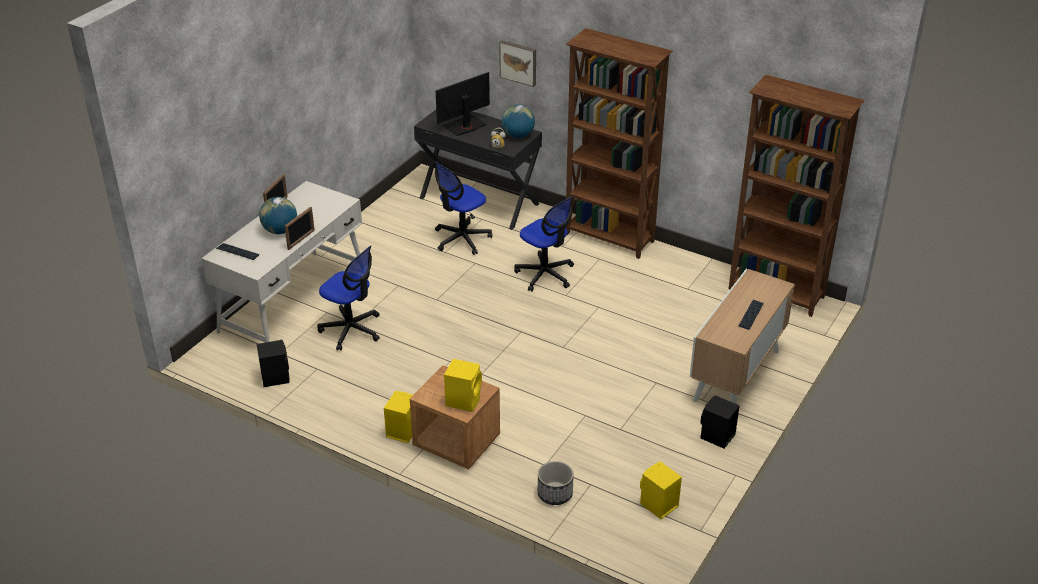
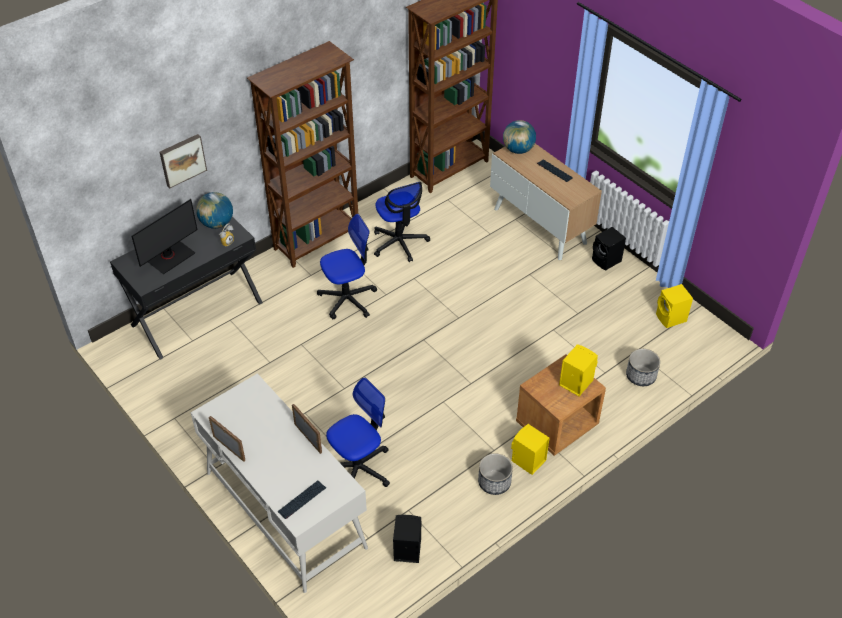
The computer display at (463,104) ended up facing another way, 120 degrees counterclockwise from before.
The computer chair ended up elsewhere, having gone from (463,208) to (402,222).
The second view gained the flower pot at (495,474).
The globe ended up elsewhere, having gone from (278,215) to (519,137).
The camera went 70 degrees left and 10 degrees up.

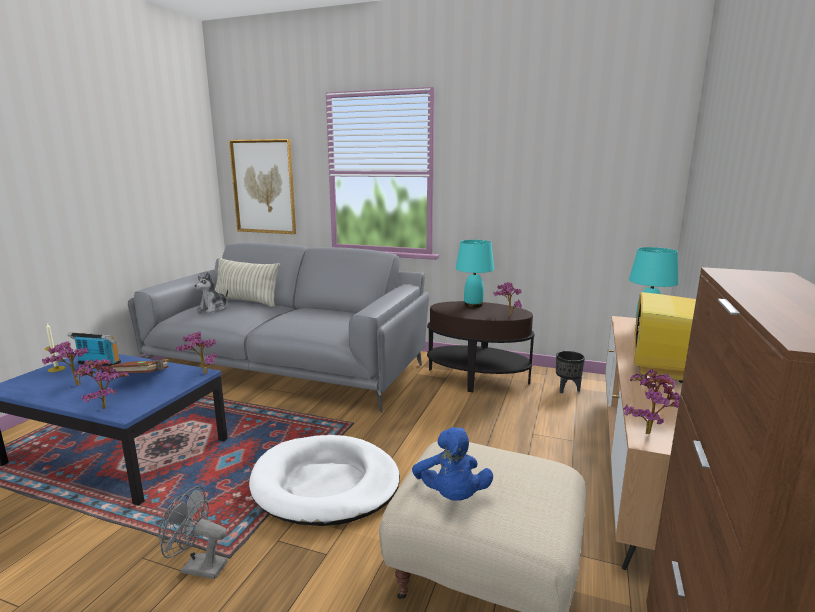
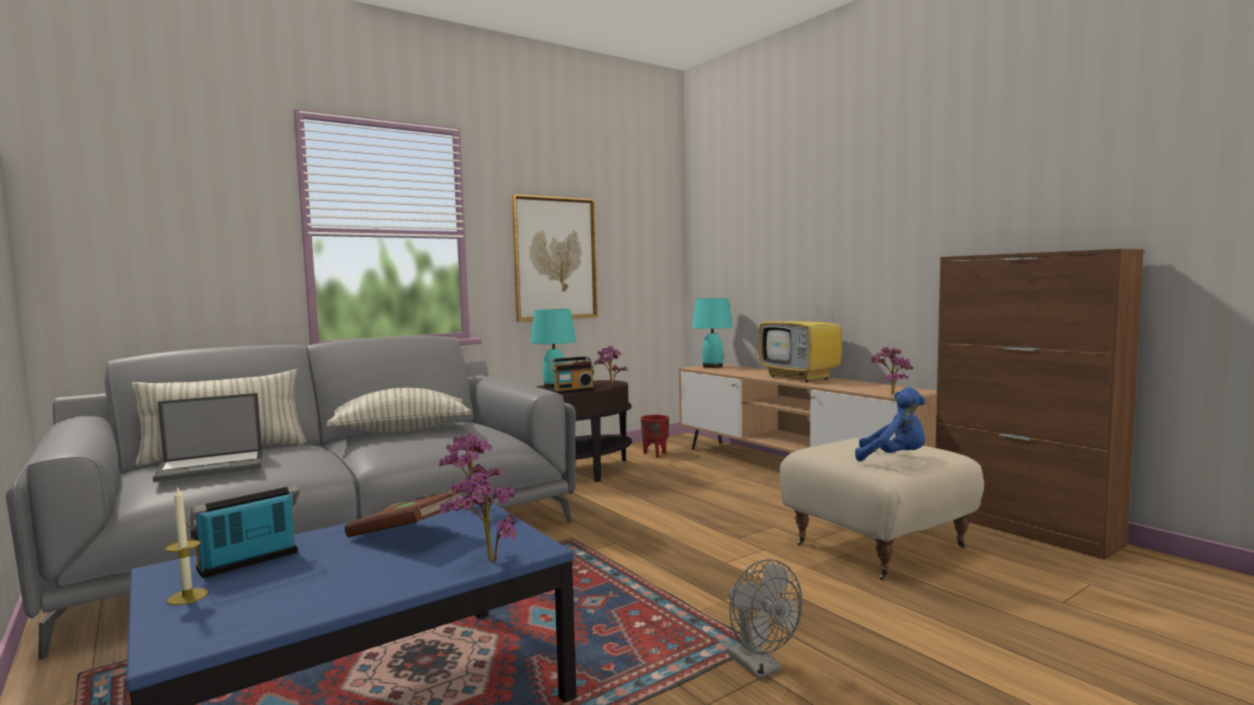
Where the plush toy stood at (211,292), the laptop came to stand at (207,437).
The second view gained the cushion at (399,410).
The wall art ended up elsewhere, having gone from (262,186) to (555,258).
The second view gained the radio receiver at (571,375).
What was the black-coloured flower pot at (570,372) turned into the reddish flower pot at (655,436).
The gray fan at (193,532) ended up facing another way, 75 degrees counterclockwise from before.
The second view lost the plant in a pot at (65,363).
The second view lost the white dog cushion at (324,480).
The camera went 55 degrees left and 10 degrees down.

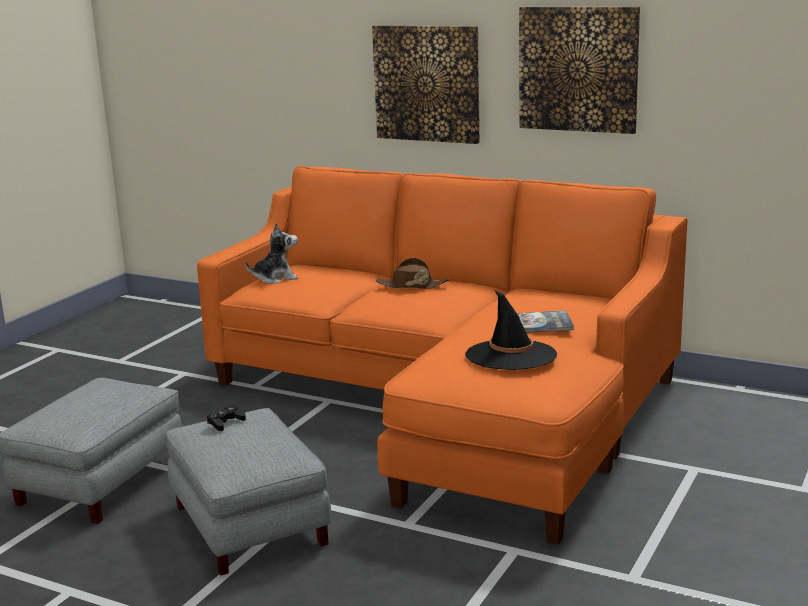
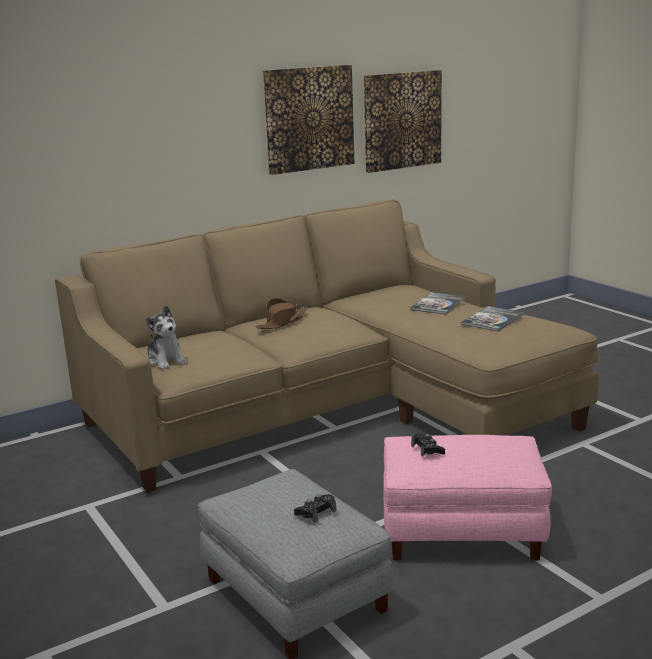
What was the orangey settee at (442,355) turned into the beige-coloured settee at (327,346).
The plush toy at (271,253) ended up facing another way, 135 degrees clockwise from before.
The second view gained the black-coloured gamepad at (315,508).
The wall art ended up elsewhere, having gone from (426,84) to (402,121).
What was the gray pouffe at (248,491) turned into the pink-coloured pouffe at (467,497).
Where the black-coloured clothing hat stood at (511,330), the bound book came to stand at (492,318).
The camera went 60 degrees left and 0 degrees up.

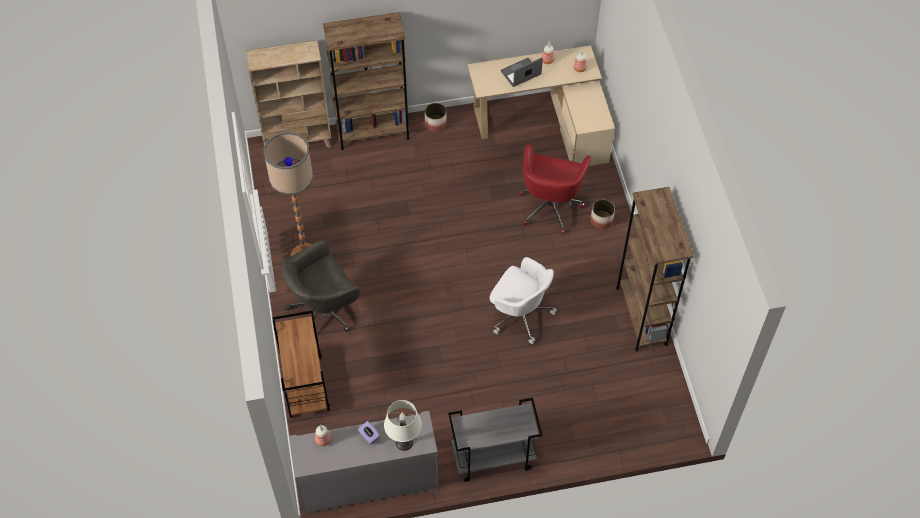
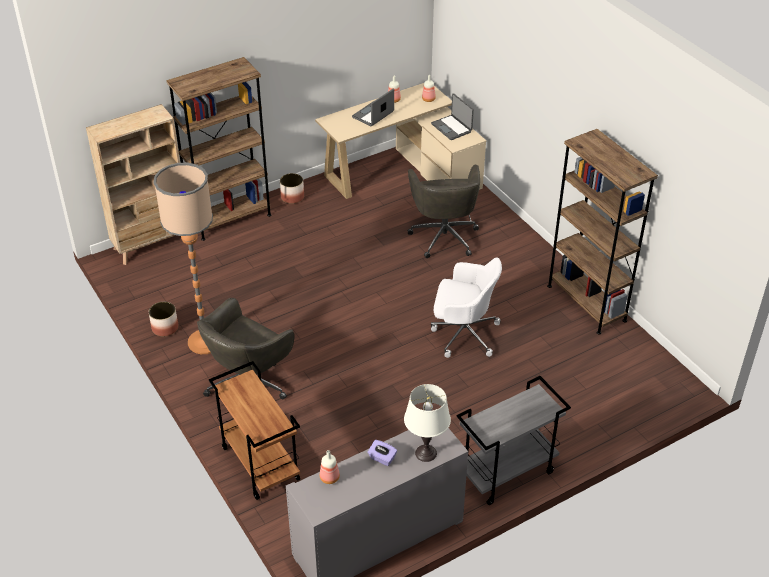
The flower pot ended up elsewhere, having gone from (602,214) to (163,319).
What was the reddish computer chair at (555,189) turned into the gray computer chair at (444,211).
The second view gained the laptop at (452,116).
The camera went 20 degrees left and 15 degrees down.

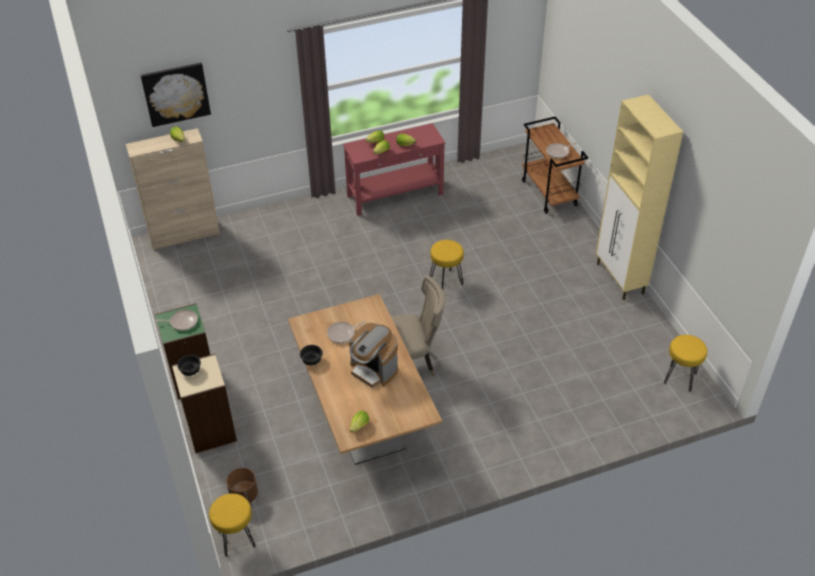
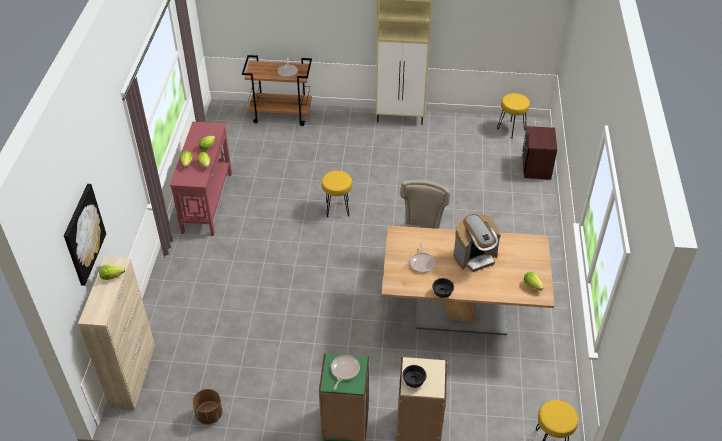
The brownish flower pot ended up elsewhere, having gone from (242,485) to (207,406).
The second view gained the brownish night table at (539,153).
The camera went 65 degrees left and 0 degrees up.

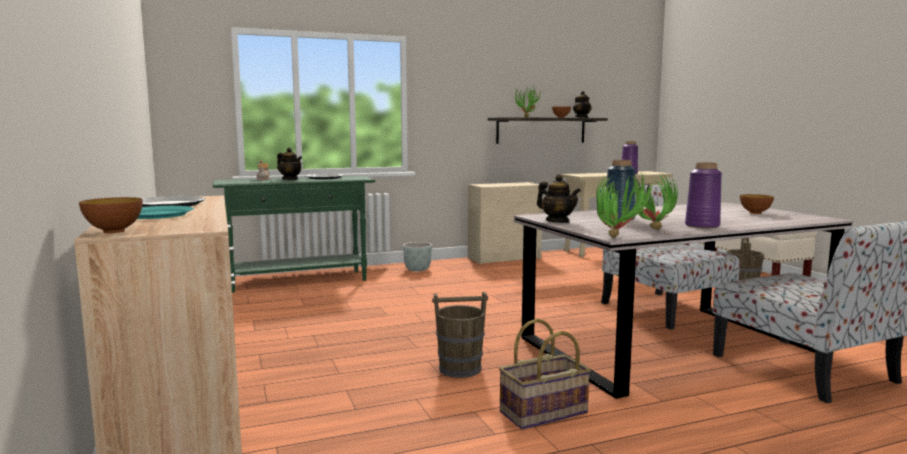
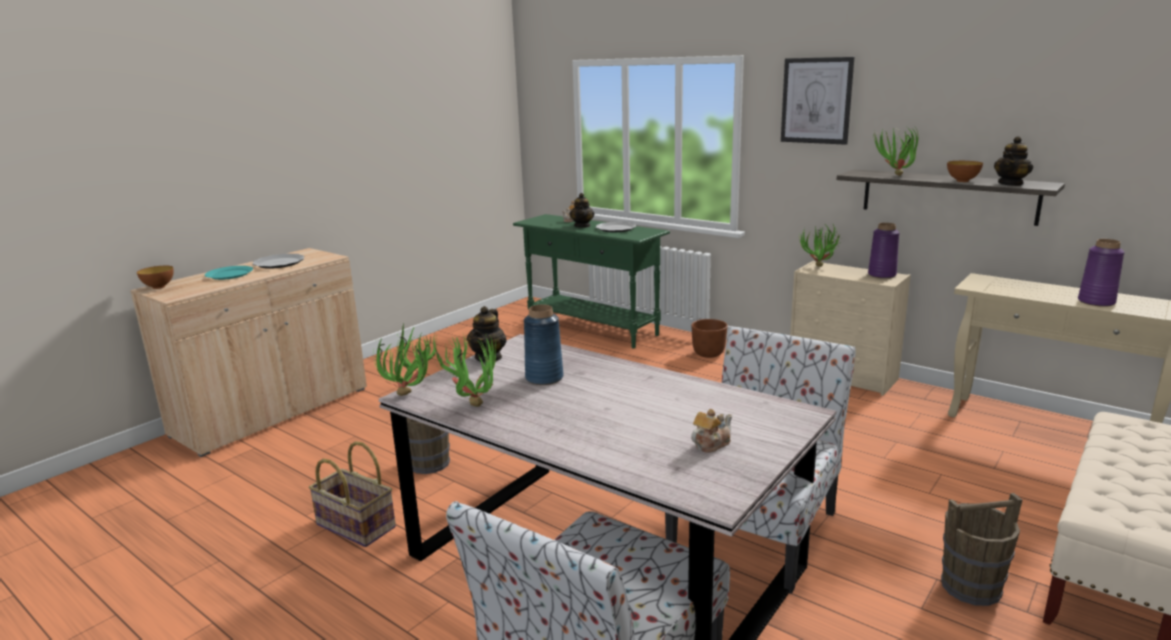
What was the gray flower pot at (417,257) turned into the brownish flower pot at (709,338).
Where the serving bowl stood at (757,204), the tea pot came to stand at (711,431).
The second view gained the wall art at (817,101).
The second view gained the plant in a pot at (819,246).
The purple-coloured flower vase ended up elsewhere, having gone from (703,195) to (883,250).
The camera went 60 degrees right and 10 degrees up.

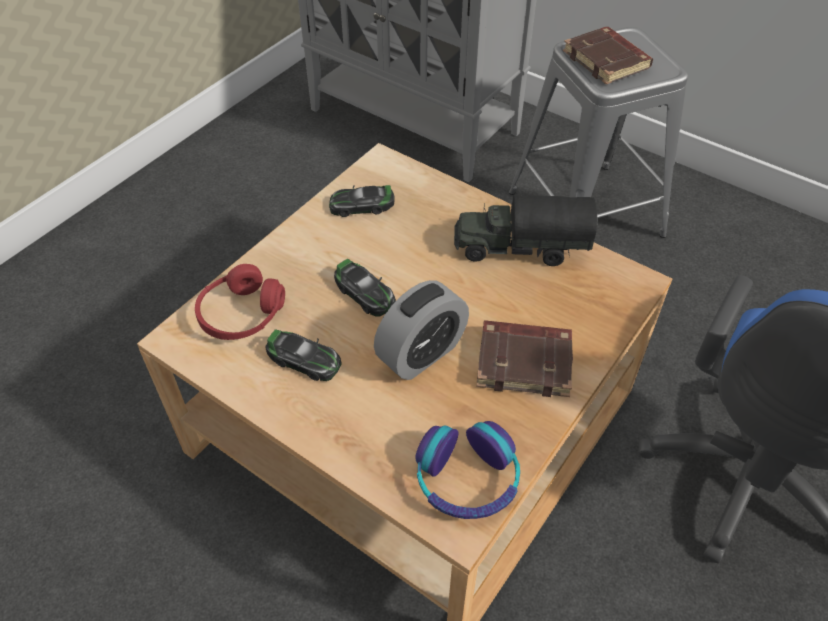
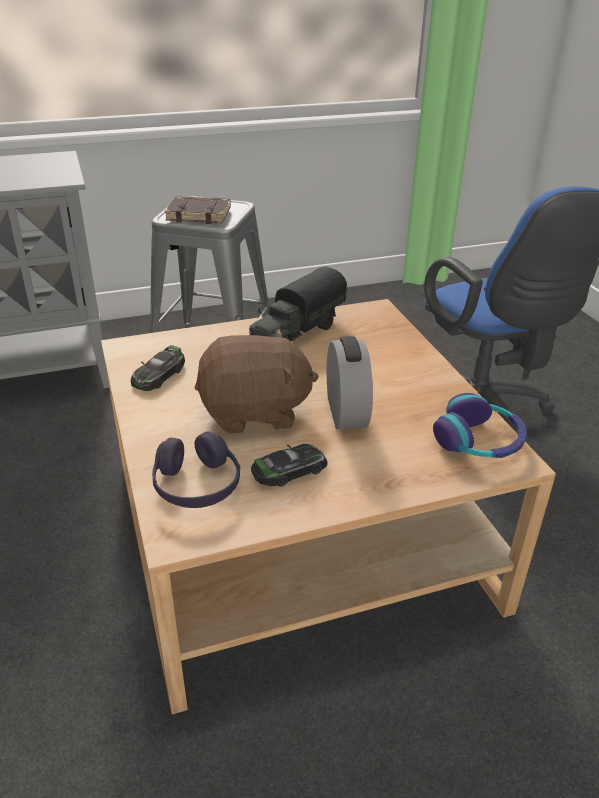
What was the reddish headphones at (240,302) turned into the purple-coloured headphones at (196,469).
Where the toy car stood at (365,288), the brownish plush toy came to stand at (257,381).
The second view lost the brownish bound book at (524,358).
The camera went 55 degrees left and 15 degrees down.

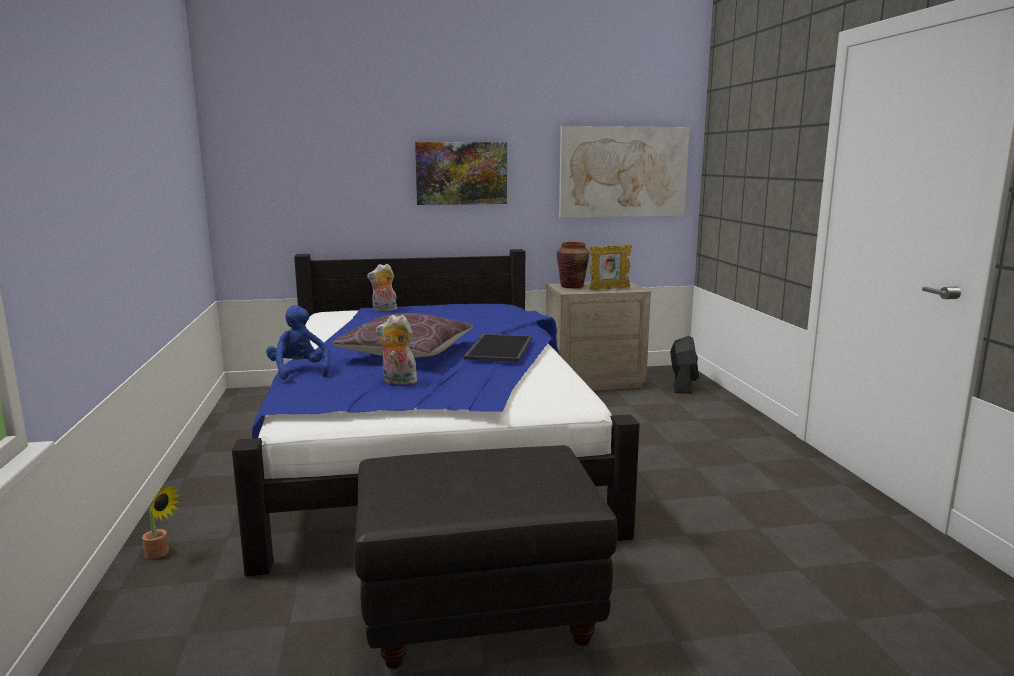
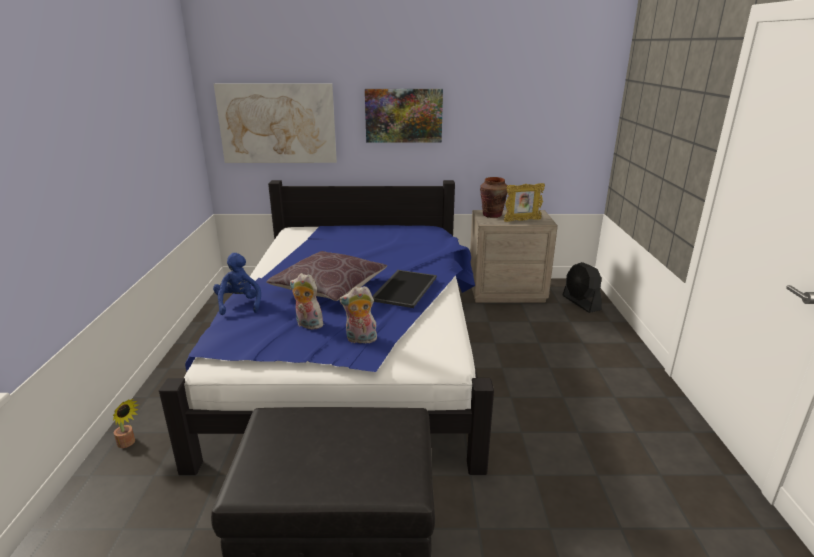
The wall art ended up elsewhere, having gone from (624,172) to (275,123).
The plush toy ended up elsewhere, having gone from (382,287) to (358,315).
The black-coloured fan at (684,365) ended up facing another way, 135 degrees clockwise from before.
The camera went 10 degrees right and 10 degrees up.

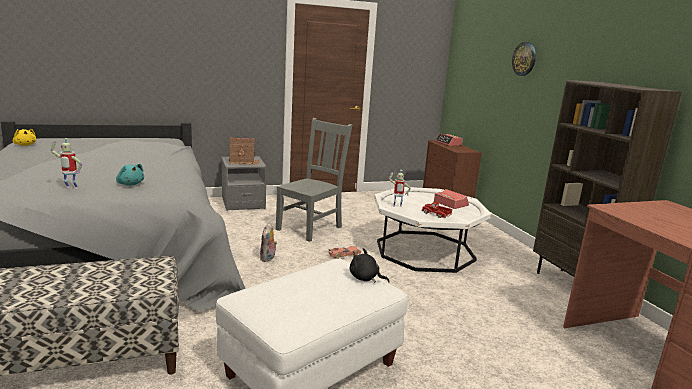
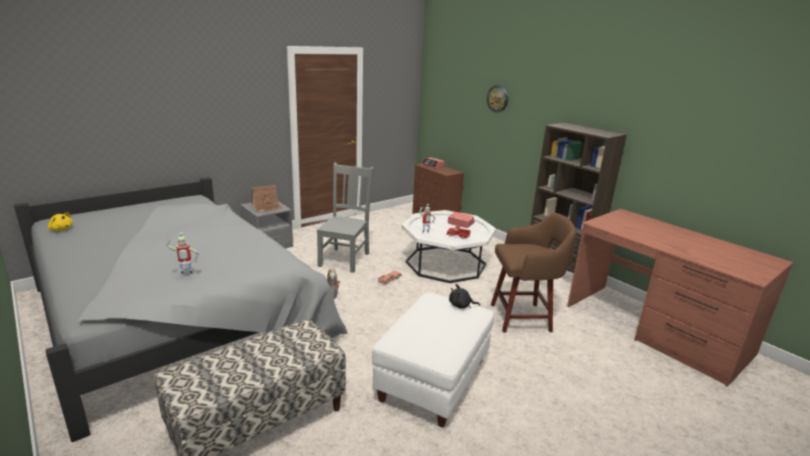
The second view gained the brownish sitting stool at (533,272).
The second view lost the turquoise plush toy at (130,175).
The camera went 20 degrees left and 5 degrees up.

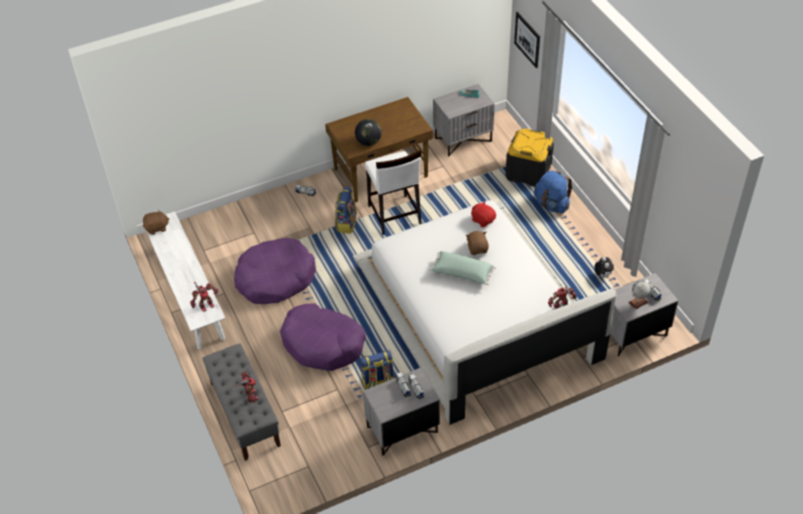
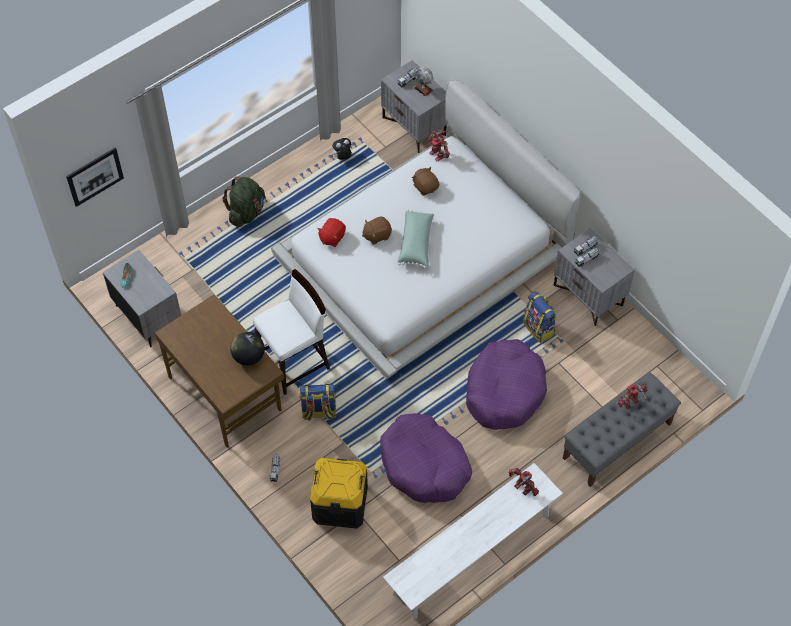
What was the blue-coloured rucksack at (553,192) turned into the green rucksack at (243,201).
The black-coloured storage box ended up elsewhere, having gone from (529,157) to (339,493).
The brownish plush toy ended up elsewhere, having gone from (156,222) to (426,181).
The camera went 105 degrees left and 10 degrees up.

